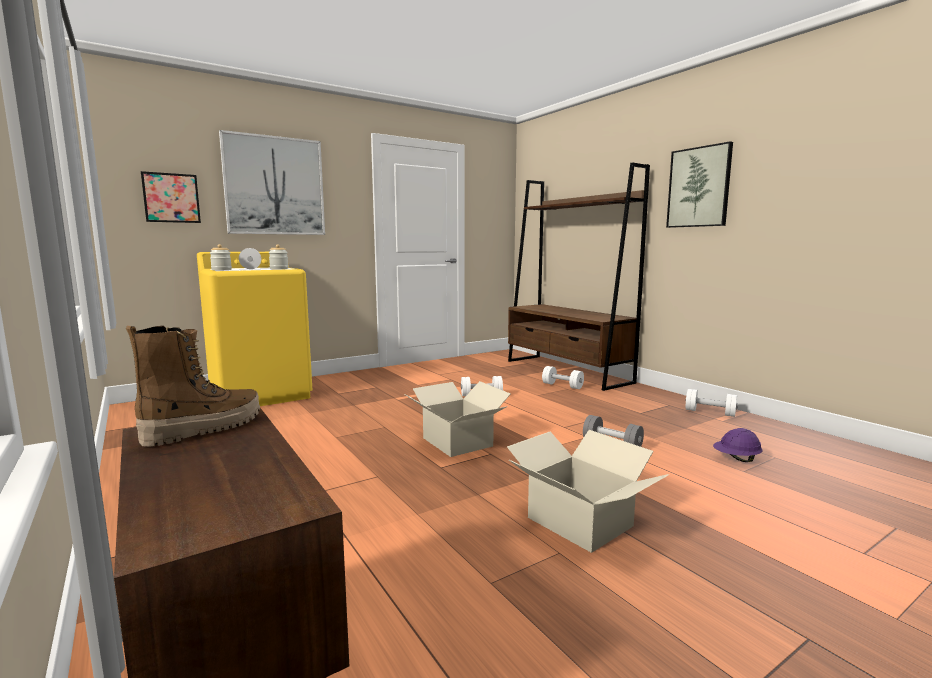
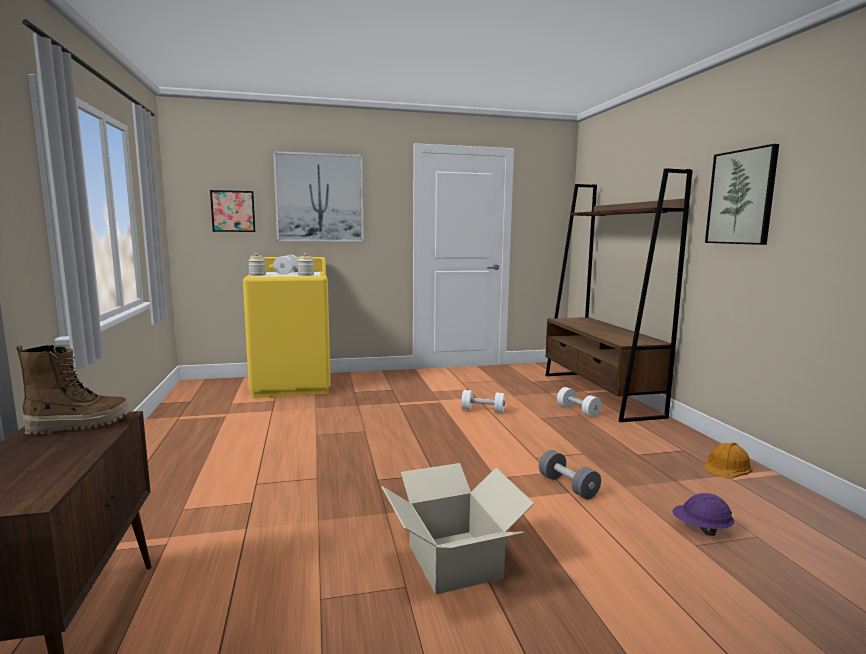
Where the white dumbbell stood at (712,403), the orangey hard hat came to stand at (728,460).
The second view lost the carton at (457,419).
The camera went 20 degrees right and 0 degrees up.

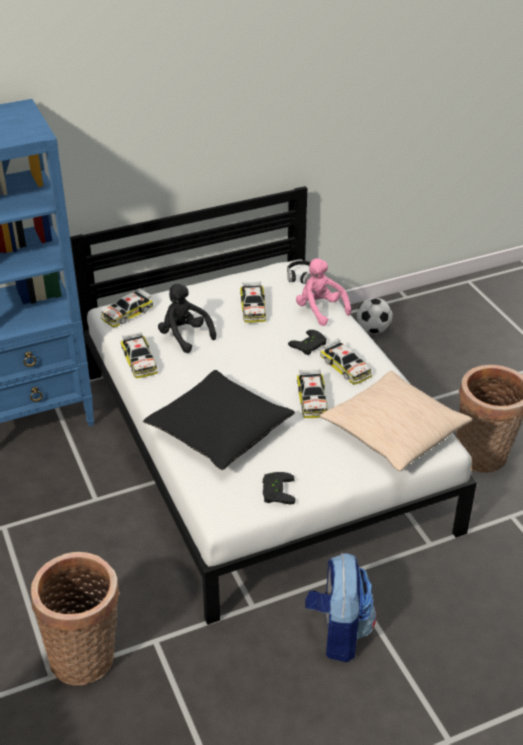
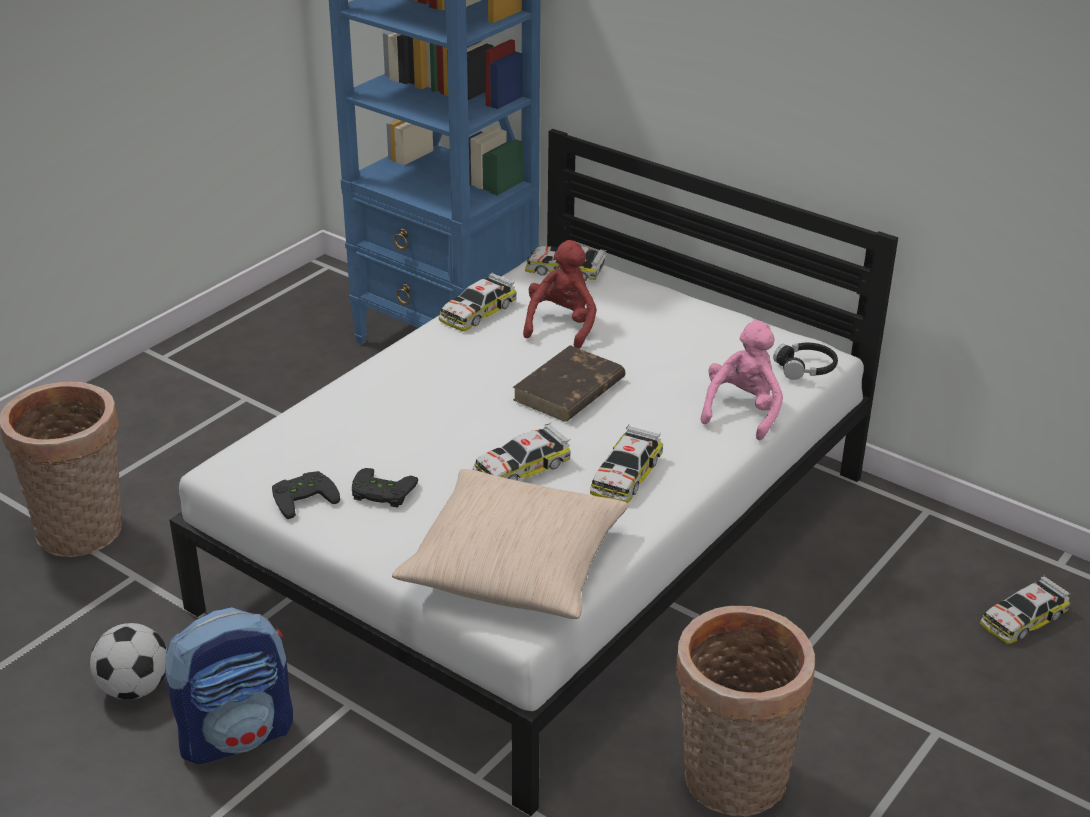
The football ball ended up elsewhere, having gone from (375,316) to (128,661).
The black-coloured gamepad ended up elsewhere, having gone from (307,342) to (385,488).
The second view gained the brownish bound book at (569,383).
What was the black-coloured plush toy at (187,318) turned into the reddish plush toy at (560,294).
The toy car ended up elsewhere, having gone from (253,302) to (1025,610).
The second view lost the black-coloured cushion at (219,420).
The camera went 60 degrees right and 5 degrees down.

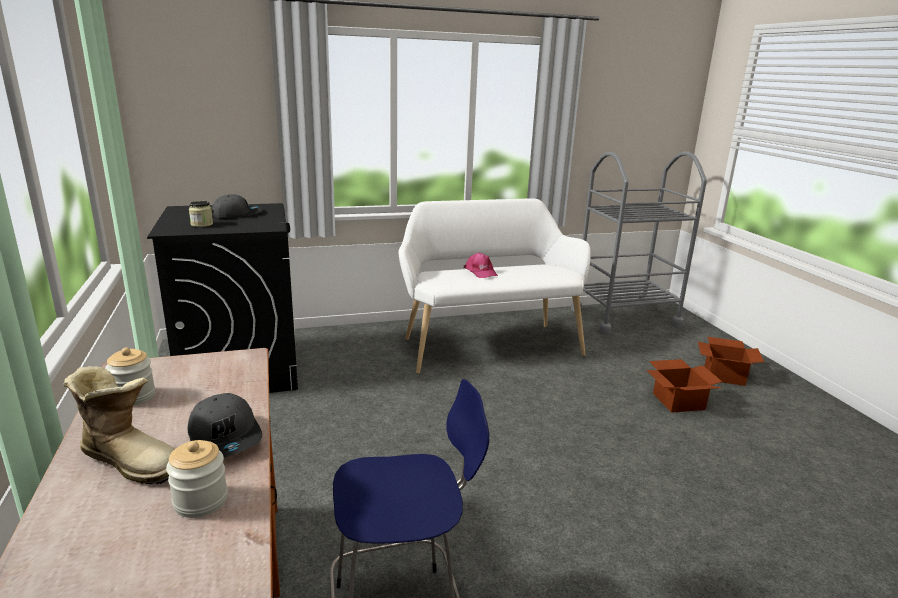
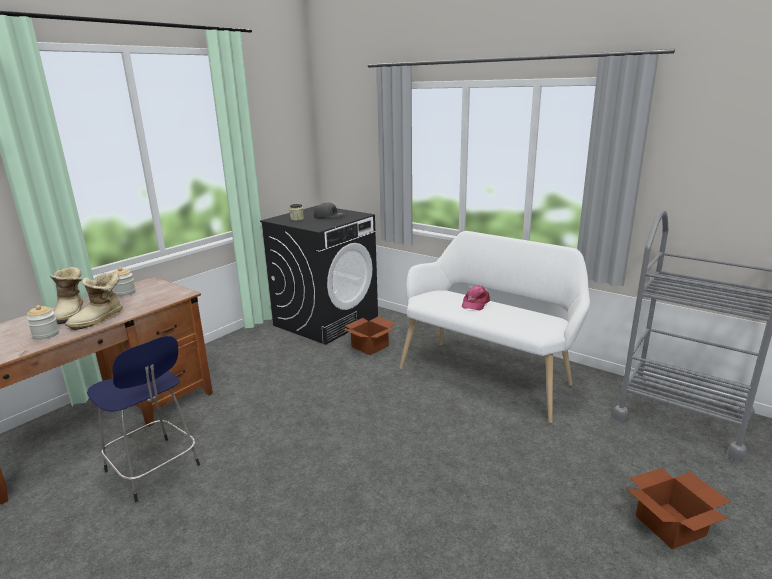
Where the gray peaked cap stood at (225,425), the high-top boot came to stand at (94,301).
The carton ended up elsewhere, having gone from (684,386) to (370,336).
The camera went 55 degrees right and 0 degrees up.

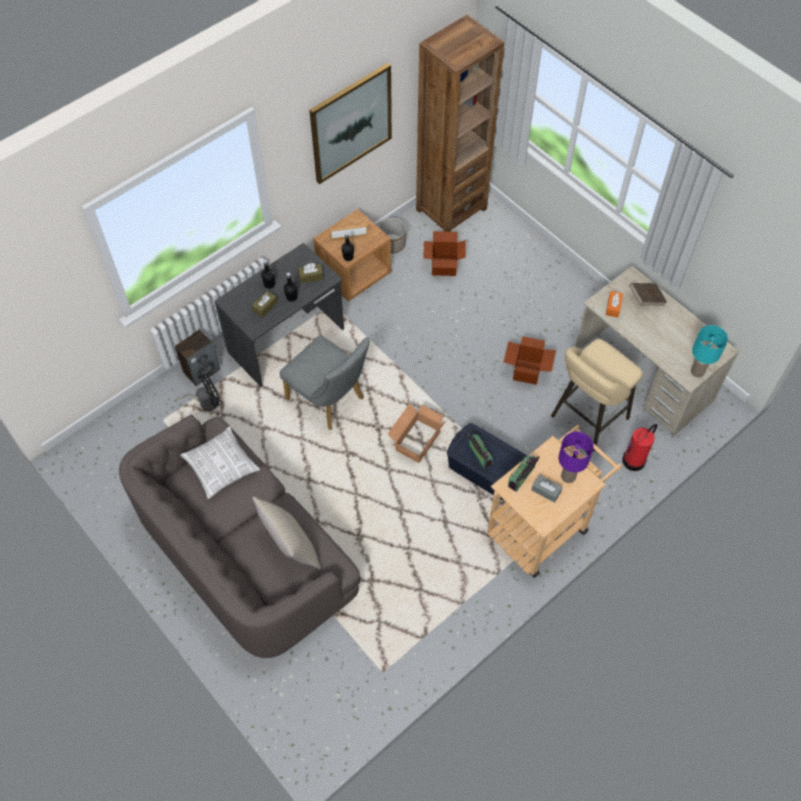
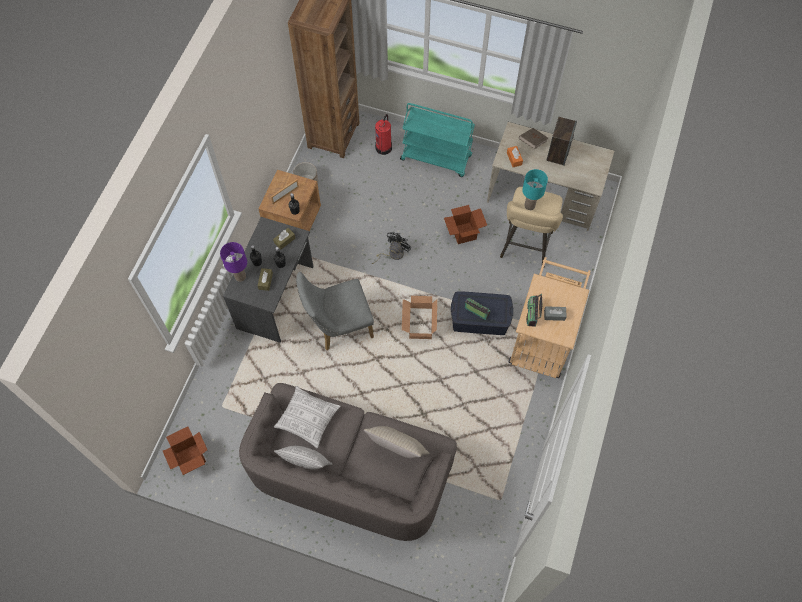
The carton ended up elsewhere, having gone from (444,253) to (185,450).
The purple-coloured tabletop lamp ended up elsewhere, having gone from (576,457) to (233,262).
The second view gained the cushion at (303,458).
The gray chair at (325,382) ended up facing another way, 150 degrees clockwise from before.
The black-coloured fan ended up elsewhere, having gone from (198,392) to (391,248).
The fire-fighting cylinder ended up elsewhere, having gone from (639,447) to (383,134).
The second view gained the turquoise cart at (437,140).
The turquoise tabletop lamp ended up elsewhere, having gone from (709,351) to (535,189).
The audio speaker ended up elsewhere, having gone from (197,357) to (561,141).
The second view lost the wall art at (350,123).
The camera went 30 degrees left and 5 degrees up.

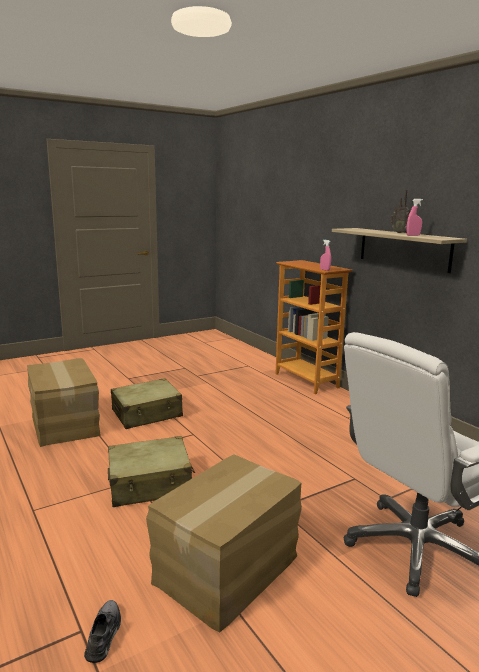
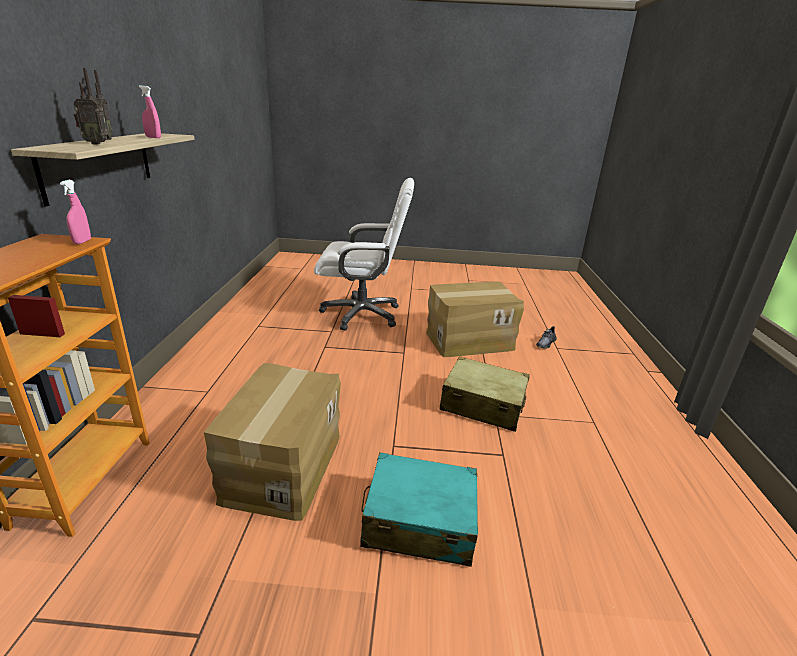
The second view gained the radio receiver at (90,106).
The carton ended up elsewhere, having gone from (64,402) to (272,442).
What was the beige-coloured travel case at (147,403) turned into the turquoise travel case at (419,509).
The camera went 145 degrees left and 10 degrees up.

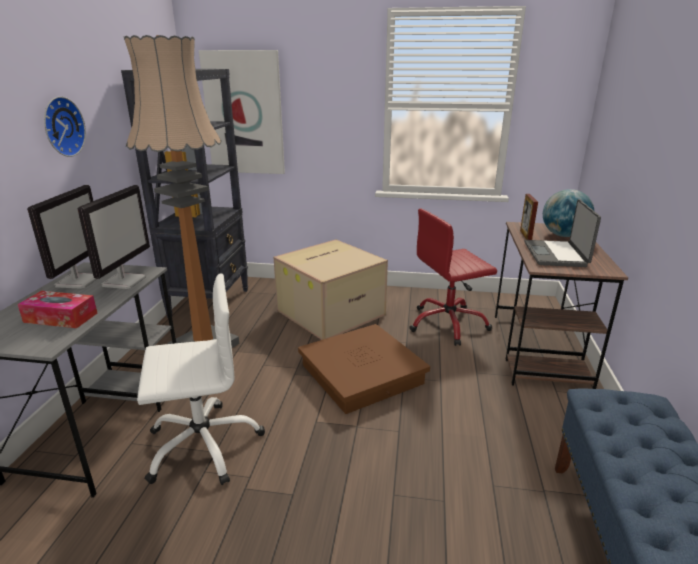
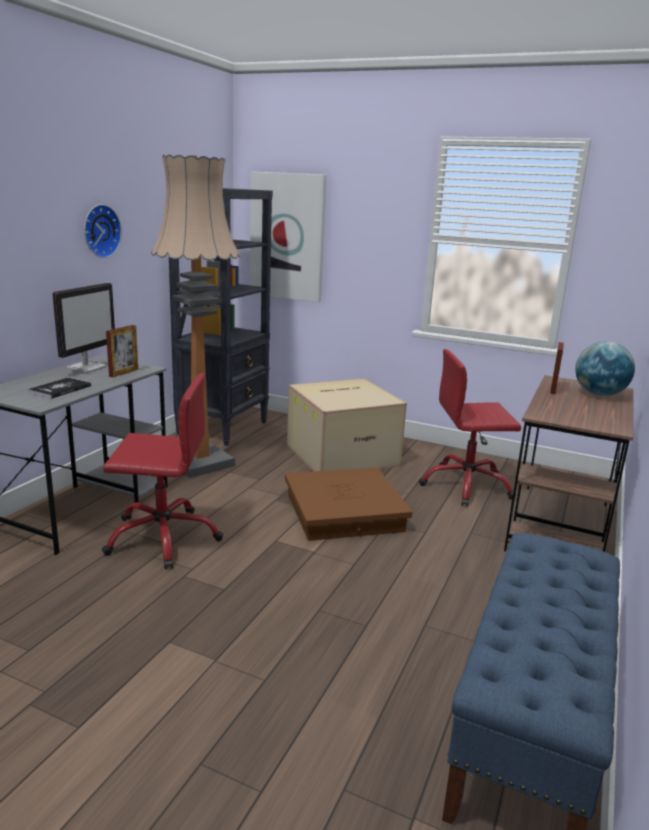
Where the tissue holder stood at (57,309), the bound book came to stand at (59,388).
What was the white computer chair at (201,379) turned into the reddish computer chair at (162,471).
Where the computer display stood at (114,237), the photo frame came to stand at (122,351).
The second view lost the laptop at (563,233).
The camera went 15 degrees right and 5 degrees down.

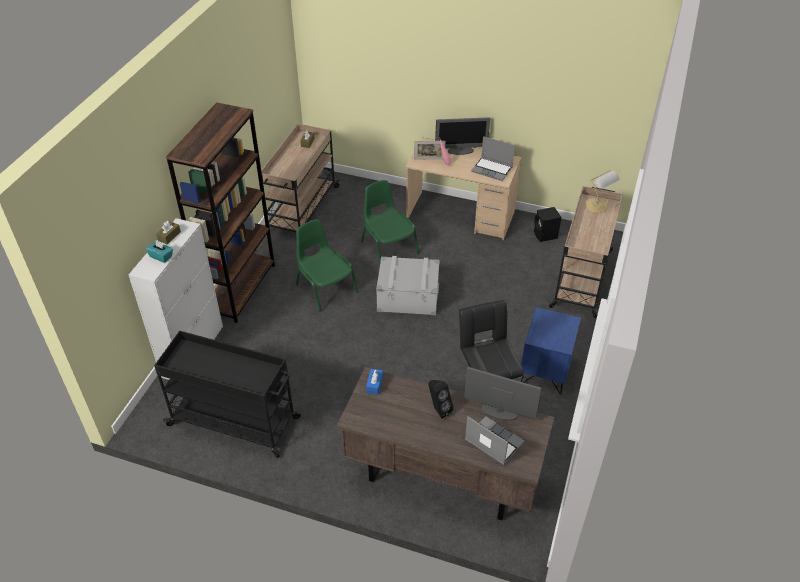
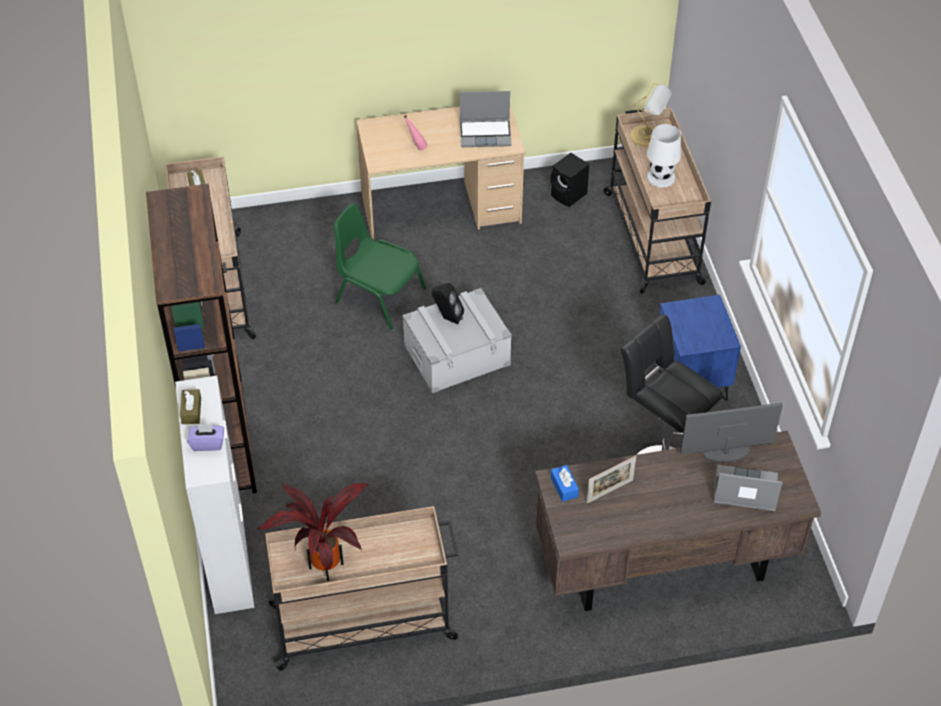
What was the turquoise tissue holder at (159,251) turned into the purple-coloured tissue holder at (205,437).
The second view gained the plant in a pot at (313,532).
What was the black-coloured cart at (227,394) turned into the beige-coloured cart at (361,588).
The black-coloured audio speaker ended up elsewhere, having gone from (441,399) to (448,303).
The photo frame ended up elsewhere, having gone from (429,150) to (611,480).
The second view gained the white tabletop lamp at (664,156).
The second view lost the green chair at (327,265).
The second view lost the computer display at (462,136).
The camera went 30 degrees left and 5 degrees up.

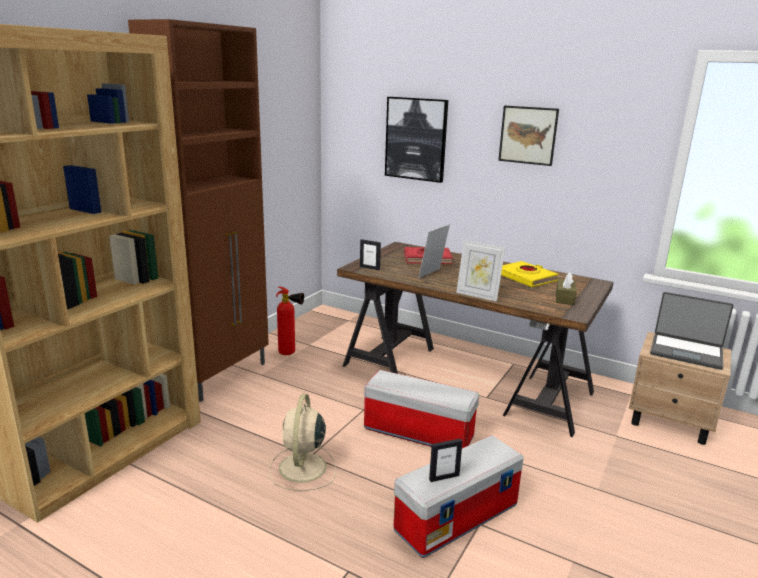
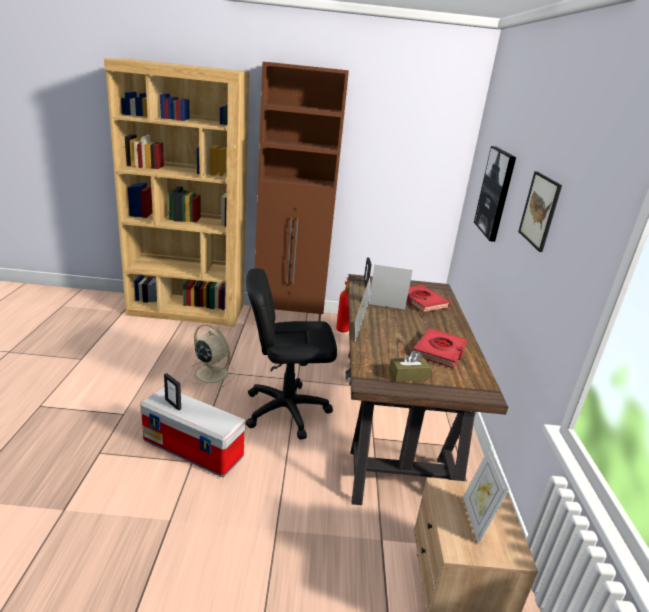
The beige-coloured fan at (303,442) ended up facing another way, 60 degrees clockwise from before.
Where the storage box stood at (421,409), the black-coloured computer chair came to stand at (291,354).
What was the yellow-coloured bound book at (530,274) turned into the reddish bound book at (440,348).
Where the laptop stood at (692,331), the photo frame came to stand at (486,495).
The camera went 60 degrees right and 5 degrees up.

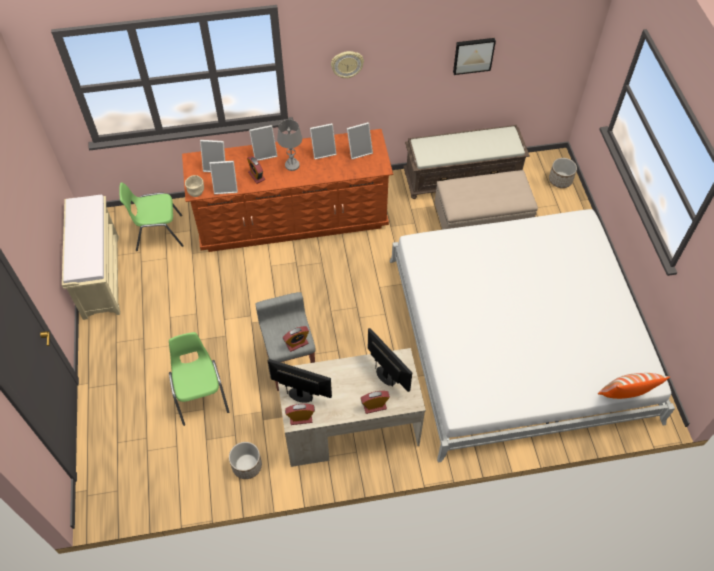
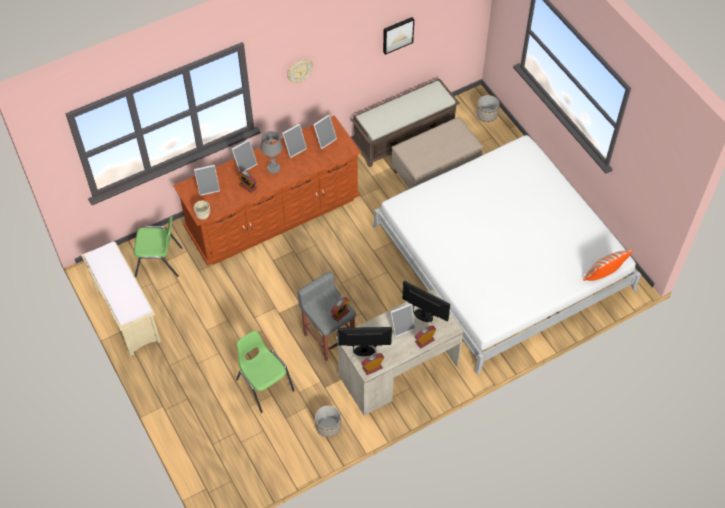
The green chair at (151,216) ended up facing another way, 150 degrees counterclockwise from before.
The photo frame ended up elsewhere, having gone from (224,177) to (402,320).
The camera went 20 degrees left and 0 degrees up.

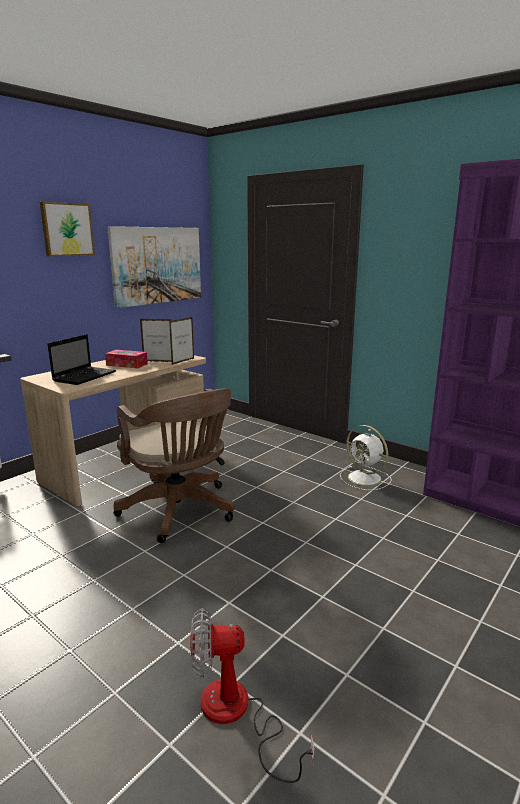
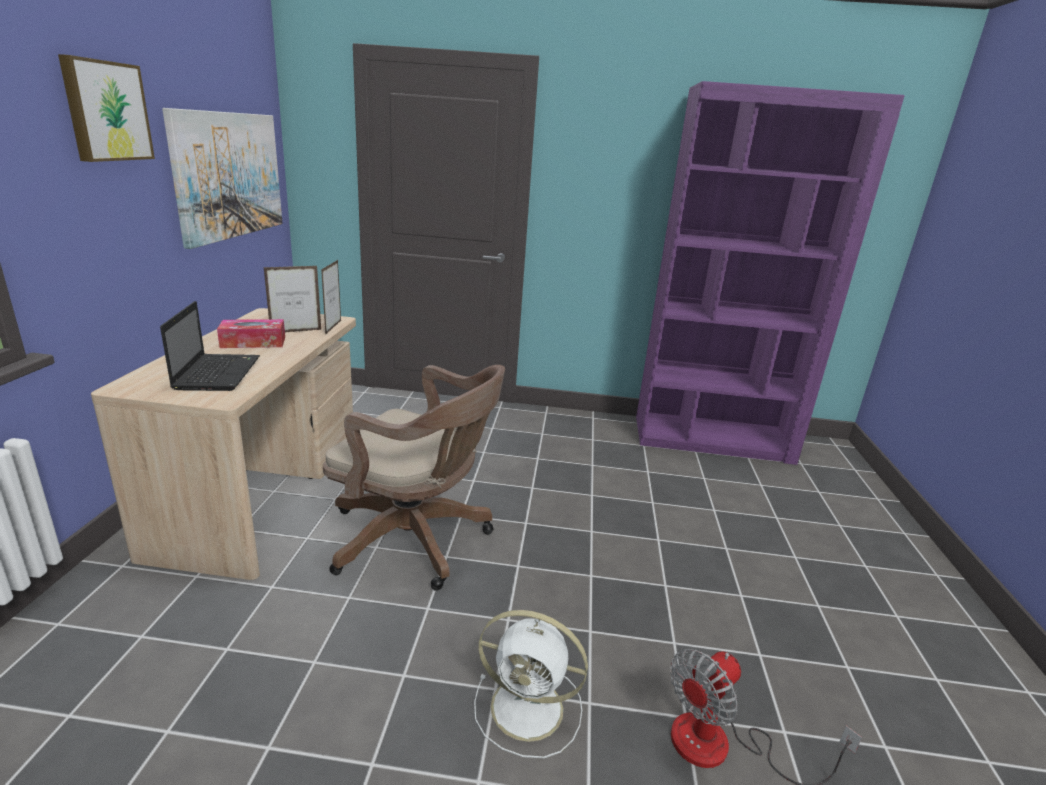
The white fan ended up elsewhere, having gone from (365,457) to (531,684).
The camera went 35 degrees left and 5 degrees up.

